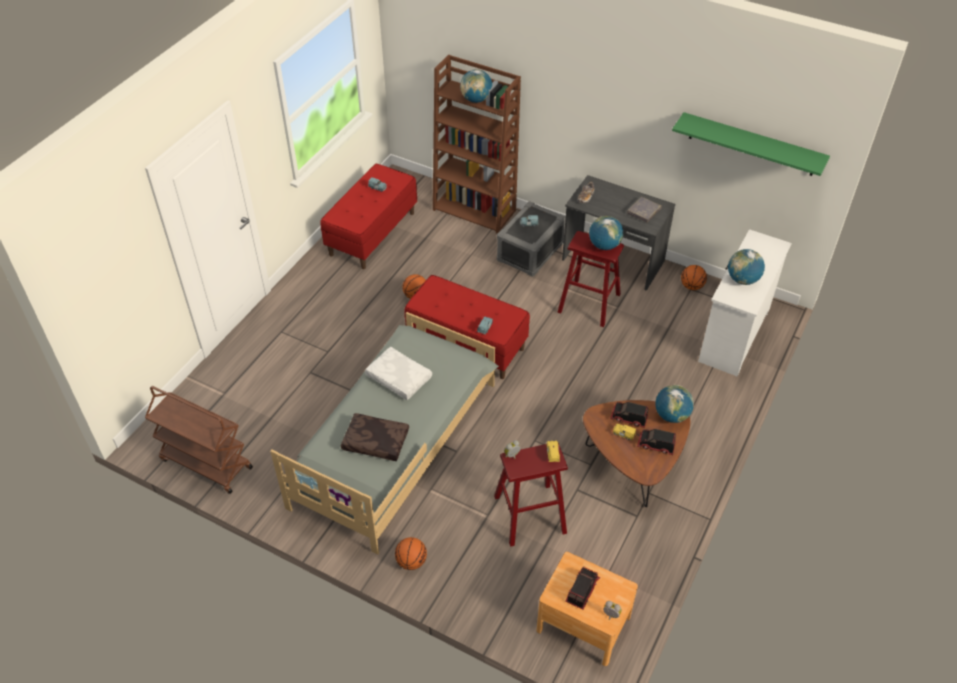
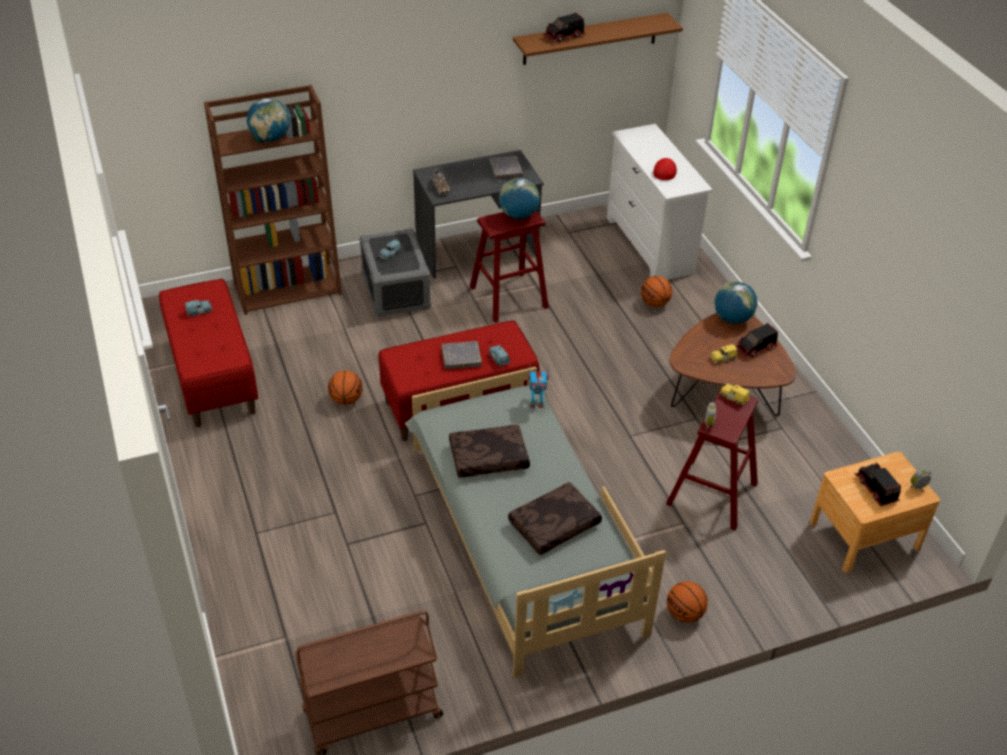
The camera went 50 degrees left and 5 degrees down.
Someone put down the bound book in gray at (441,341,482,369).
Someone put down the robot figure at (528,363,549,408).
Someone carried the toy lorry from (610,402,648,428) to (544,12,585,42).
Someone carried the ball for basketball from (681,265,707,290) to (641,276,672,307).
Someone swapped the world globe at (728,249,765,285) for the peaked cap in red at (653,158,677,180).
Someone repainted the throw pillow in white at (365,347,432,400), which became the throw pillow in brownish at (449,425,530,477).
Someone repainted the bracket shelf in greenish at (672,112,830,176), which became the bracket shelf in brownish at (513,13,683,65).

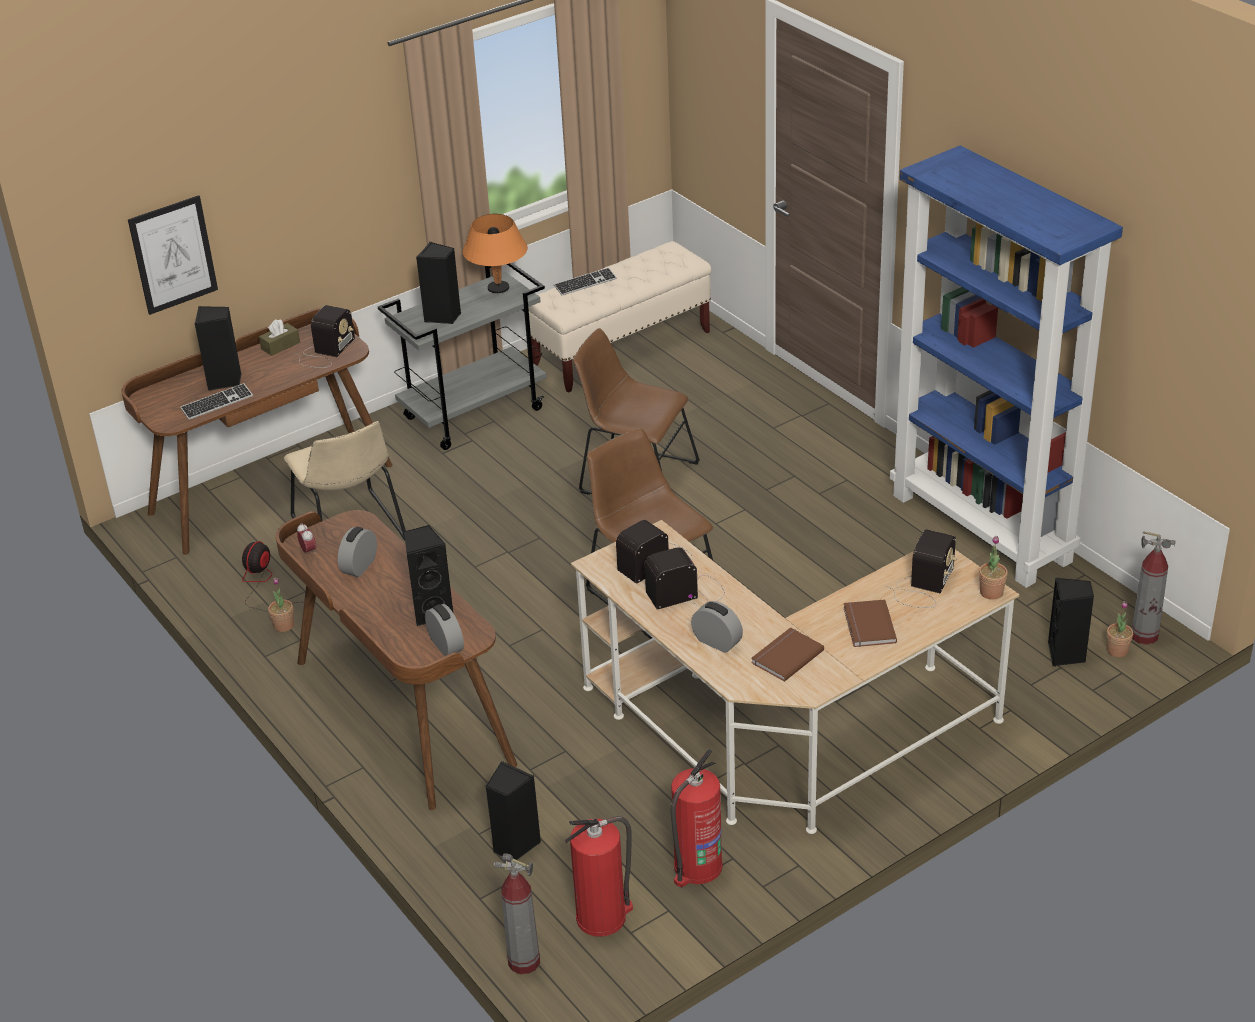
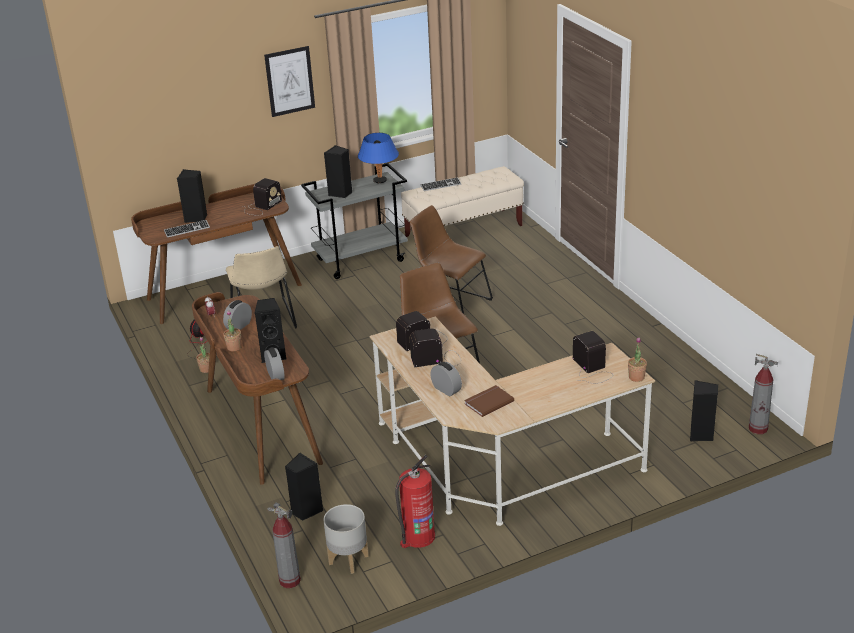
The camera went 10 degrees right and 5 degrees down.
Someone took away the tissue box in brownish at (259,319,300,356).
Someone took away the bound book in brownish at (843,600,897,647).
Someone took away the shelving unit in blue-coloured at (890,145,1123,588).
Someone carried the wall picture from (128,195,218,315) to (264,46,315,117).
Someone carried the houseplant from (1107,601,1133,657) to (223,310,242,351).
Someone swapped the extinguisher at (565,816,633,937) for the flower pot in gray at (323,504,369,574).
Someone repainted the table lamp in orange at (462,214,528,293), which became the table lamp in blue-coloured at (358,133,399,183).
Someone rotated the radio receiver at (886,529,957,608) by 60 degrees counterclockwise.

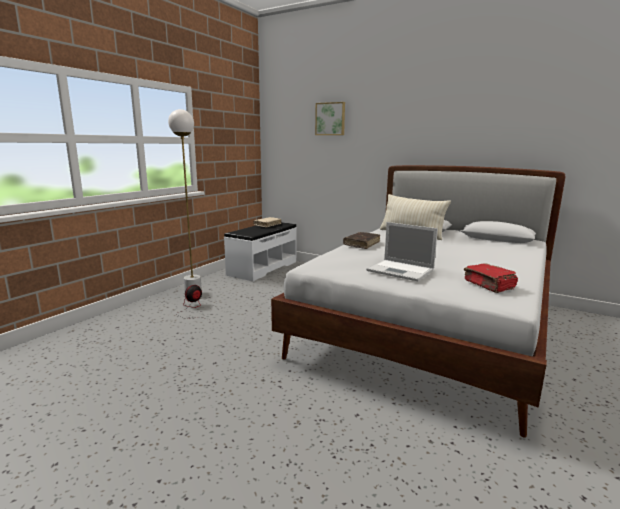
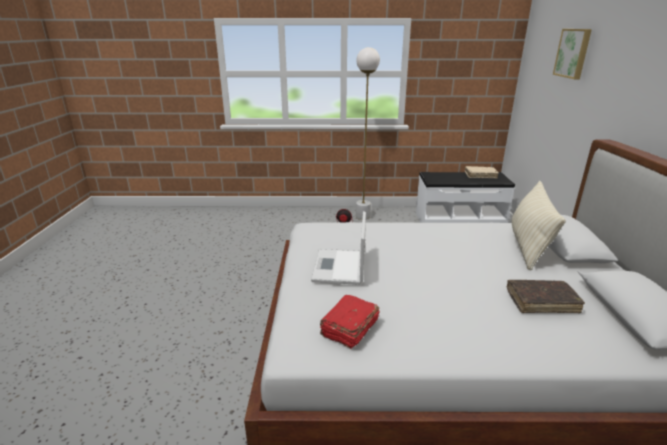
The camera went 60 degrees right and 10 degrees up.
Someone carried the bound book in brownish from (343,232,380,249) to (506,280,585,313).

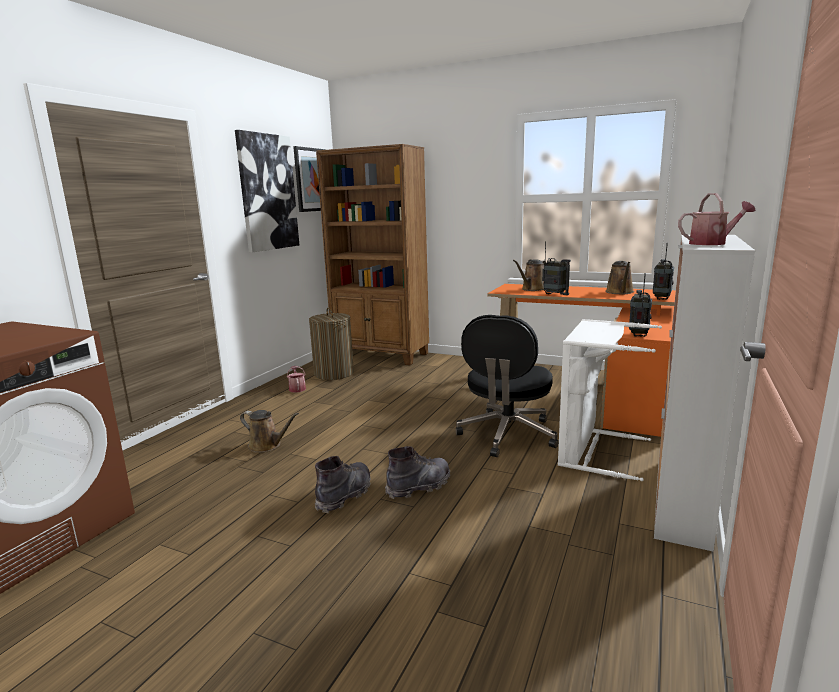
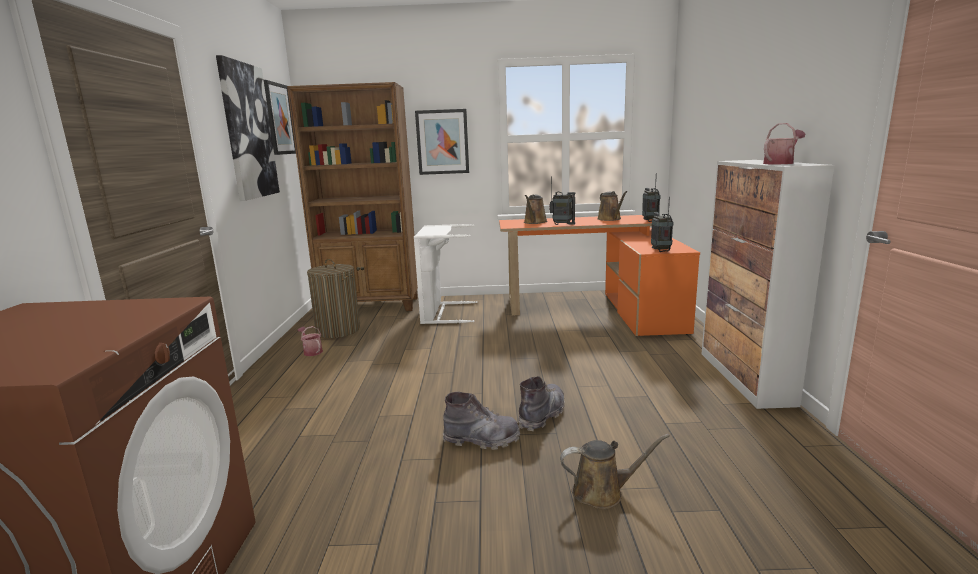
The camera went 25 degrees left and 0 degrees up.
Someone took away the office chair in black at (456,315,558,457).
Someone put up the wall picture at (415,109,469,175).
Someone carried the watering can in brownish from (240,410,299,453) to (560,434,670,509).
Someone carried the hamper in white from (558,319,662,481) to (414,224,478,324).
Someone rotated the high-top boot in gray at (315,456,371,513) by 90 degrees clockwise.

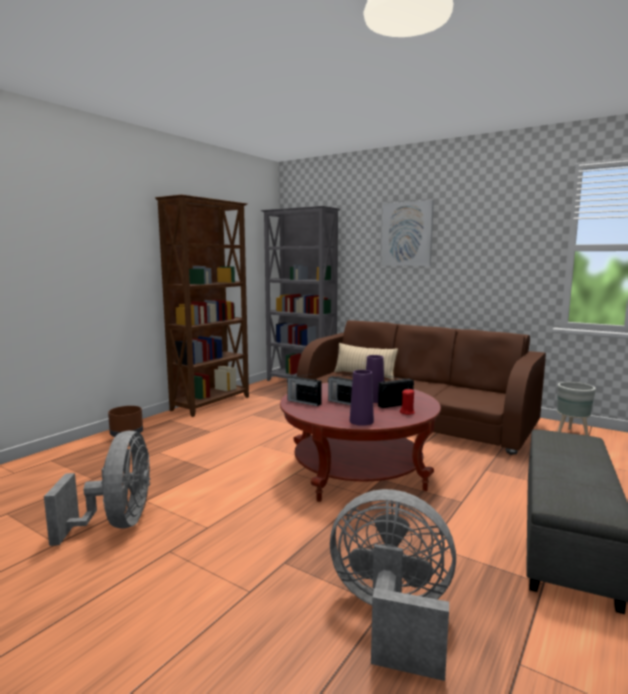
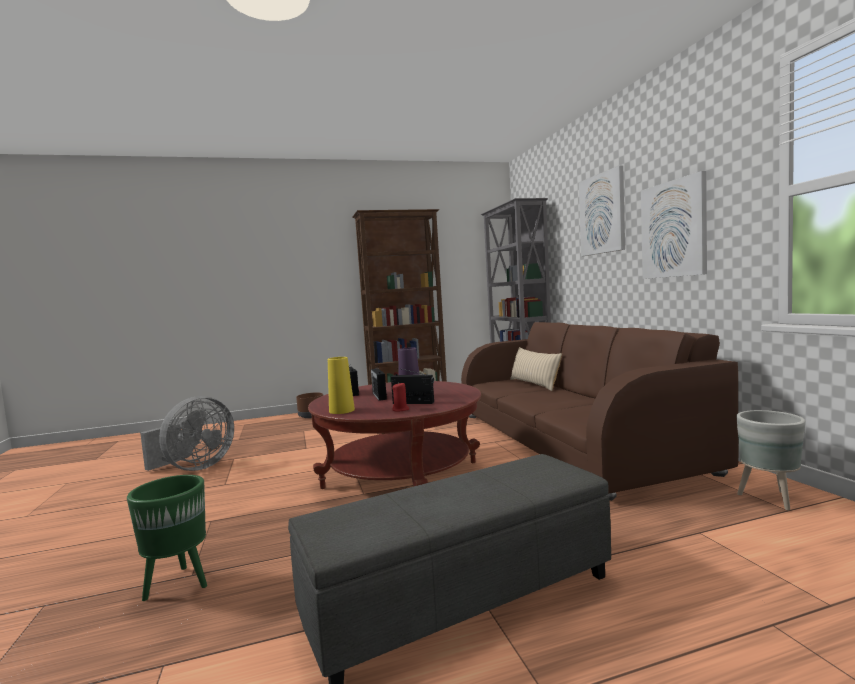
The camera went 40 degrees right and 5 degrees down.
Someone put up the wall picture at (641,171,707,279).
Someone swapped the fan in gray at (330,489,456,681) for the flower pot in greenish at (127,475,207,601).
Someone repainted the decorative vase in purple-coloured at (350,370,374,426), which became the decorative vase in yellow-coloured at (328,357,355,414).

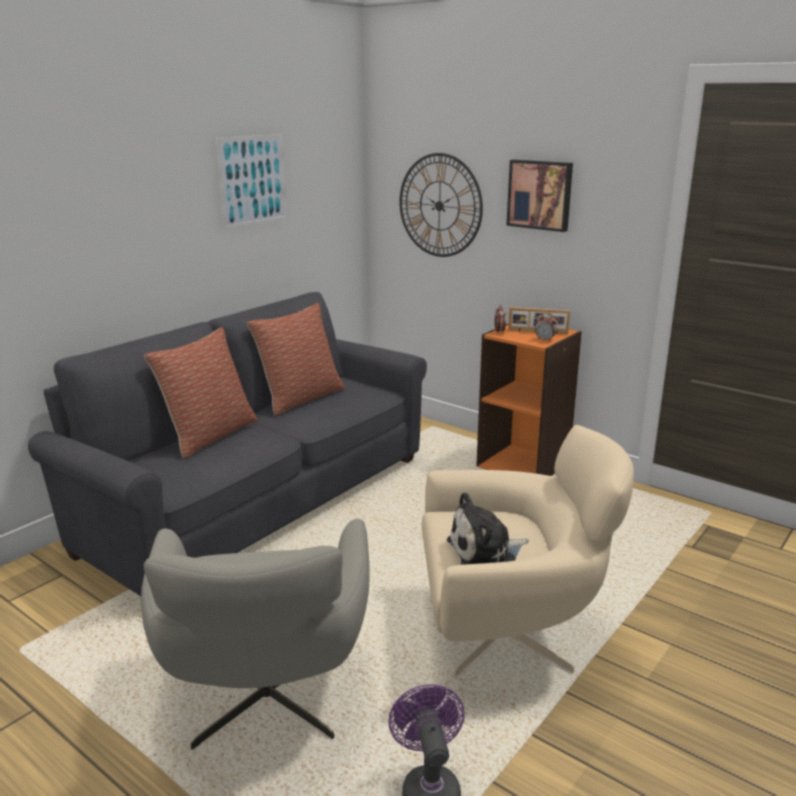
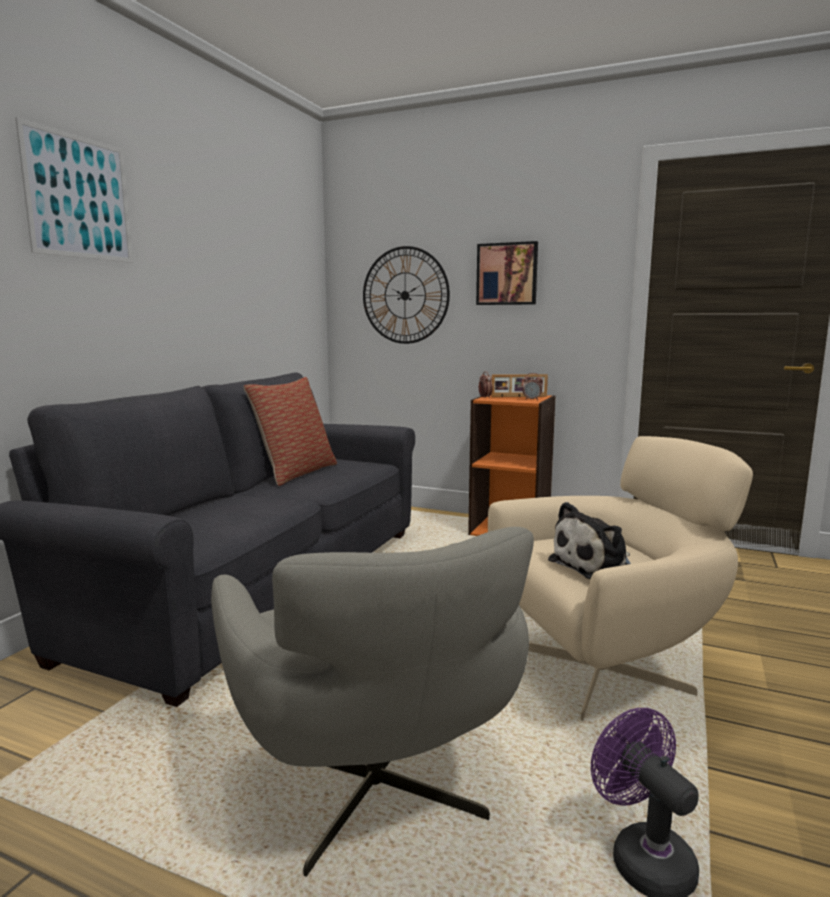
The camera went 15 degrees left and 10 degrees down.
Someone took away the throw pillow at (144,327,258,459).
Someone carried the wall picture from (216,134,287,229) to (15,117,133,263).

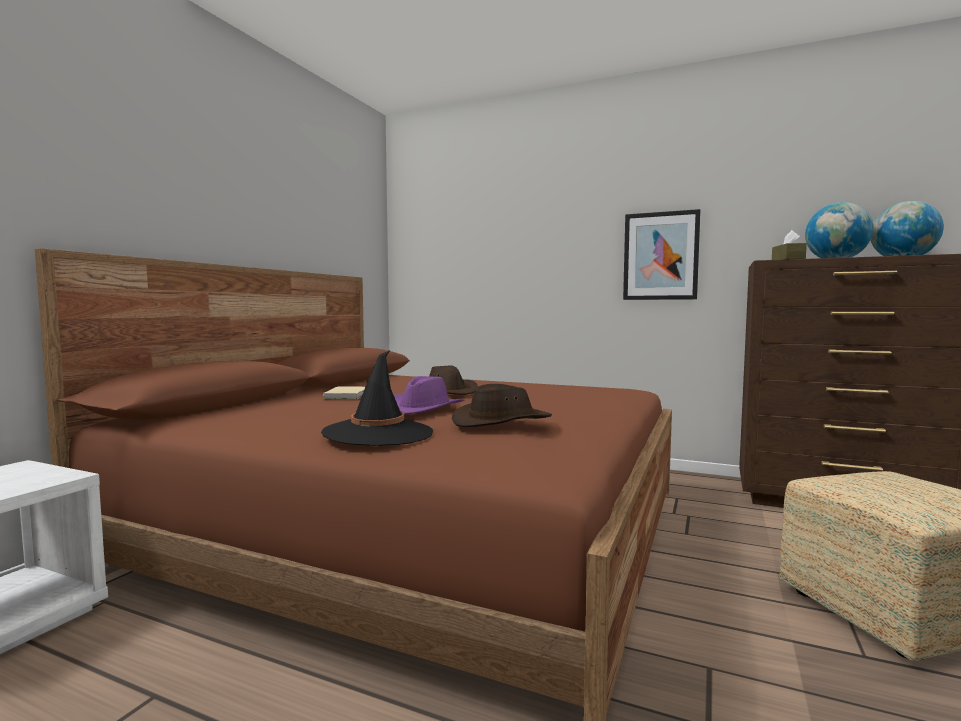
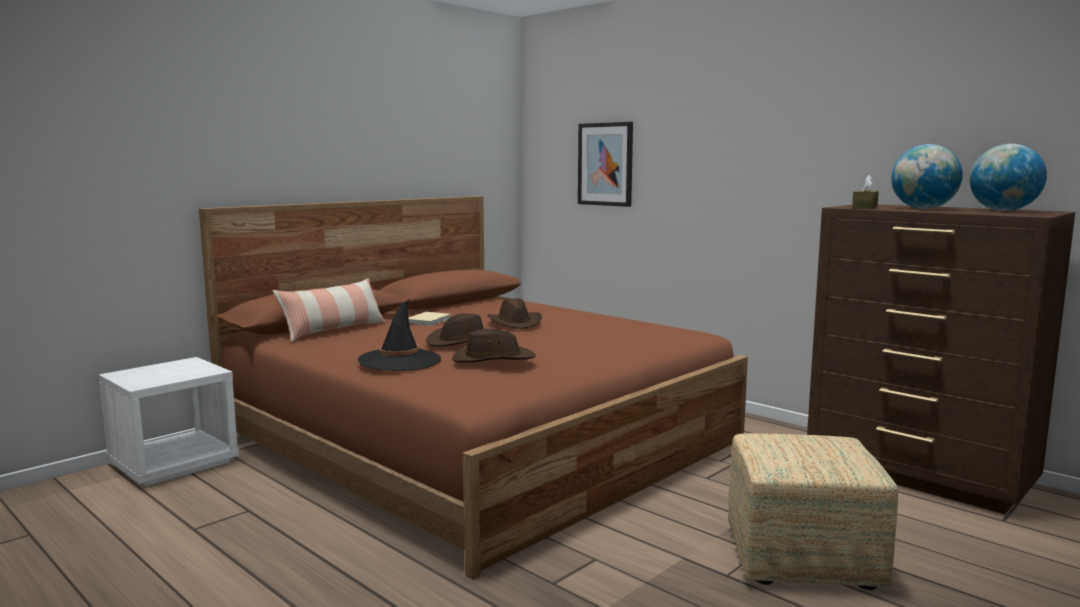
The camera went 20 degrees right and 5 degrees up.
Someone put down the throw pillow at (273,278,386,342).
Someone carried the wall picture from (623,209,700,300) to (578,122,633,207).
Someone repainted the clothing hat in purple-coloured at (394,376,464,415), which became the clothing hat in brownish at (426,313,483,346).

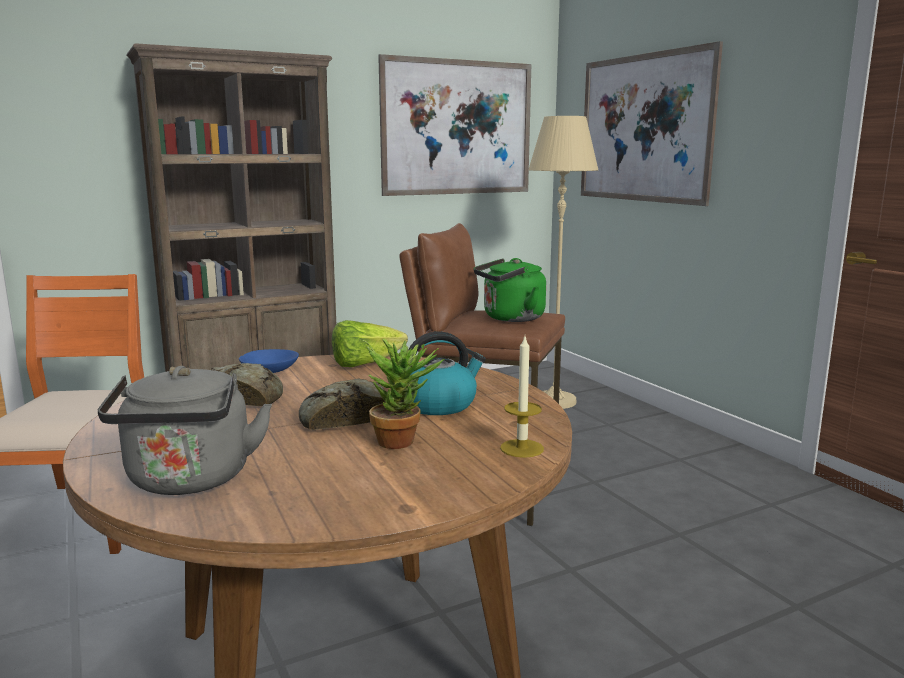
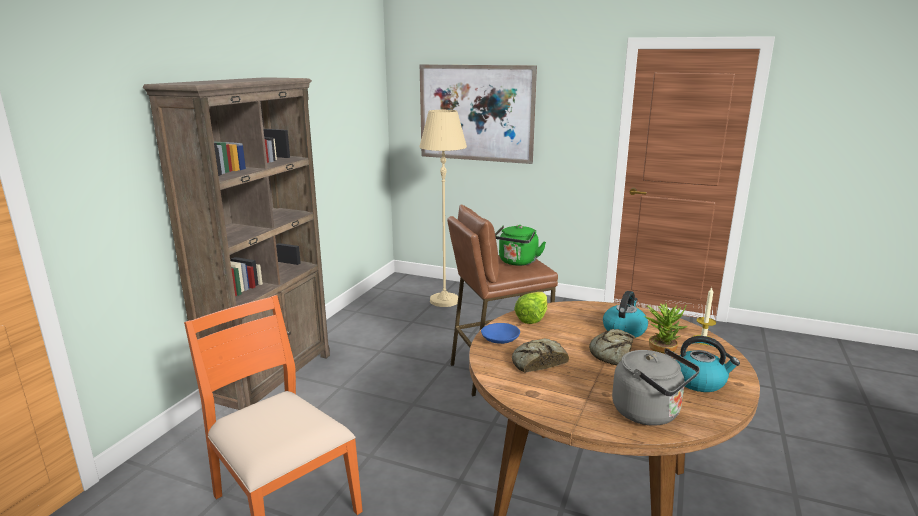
The camera went 40 degrees left and 5 degrees up.
Someone took away the wall picture at (378,54,531,196).
Someone put down the kettle at (675,336,740,392).

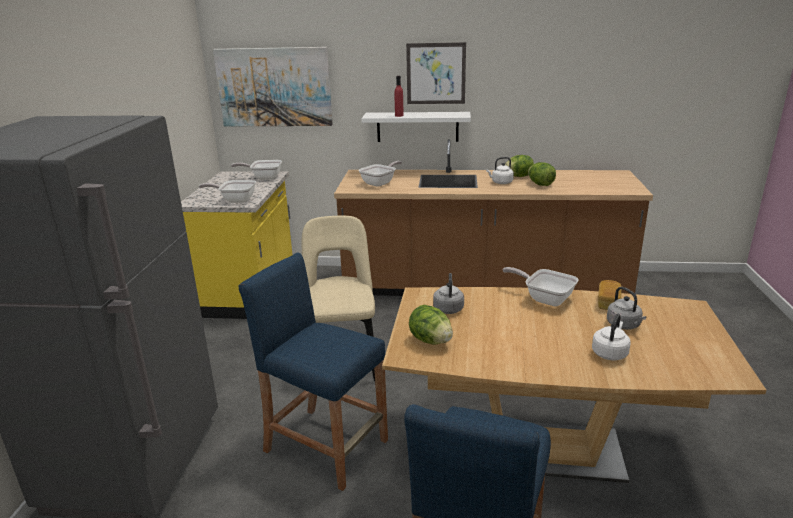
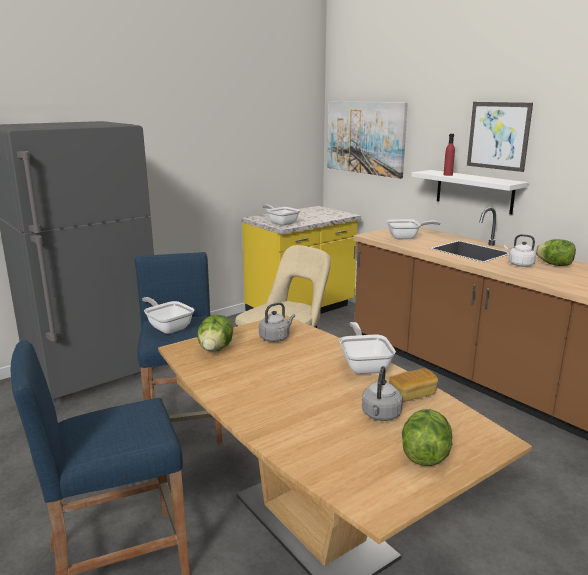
The camera went 45 degrees right and 5 degrees down.
Someone took away the kettle in white at (592,314,631,360).
Someone carried the pan from (231,160,282,180) to (142,297,194,334).
Someone carried the lettuce from (528,162,556,186) to (402,409,452,466).

